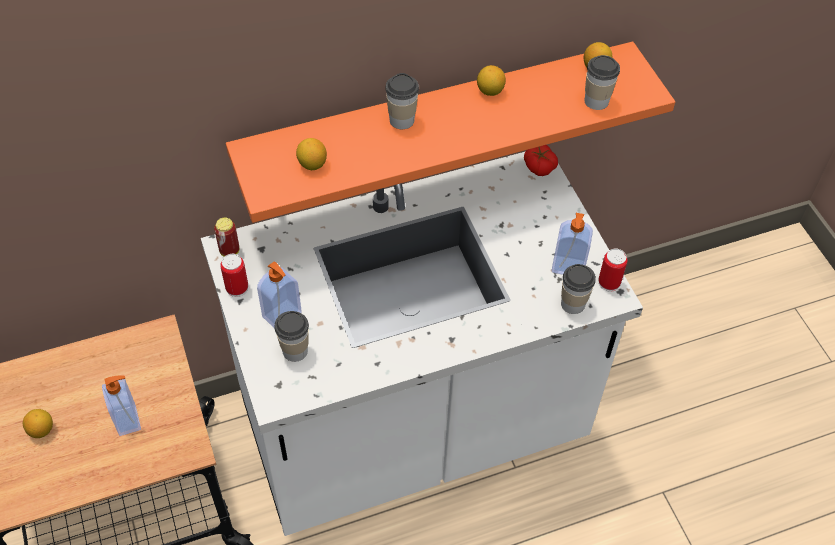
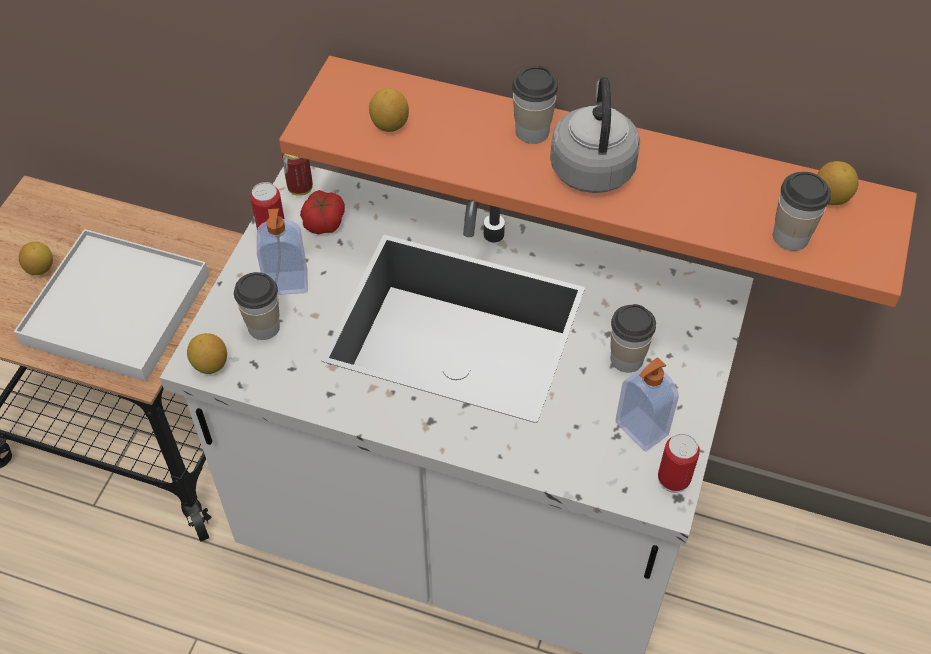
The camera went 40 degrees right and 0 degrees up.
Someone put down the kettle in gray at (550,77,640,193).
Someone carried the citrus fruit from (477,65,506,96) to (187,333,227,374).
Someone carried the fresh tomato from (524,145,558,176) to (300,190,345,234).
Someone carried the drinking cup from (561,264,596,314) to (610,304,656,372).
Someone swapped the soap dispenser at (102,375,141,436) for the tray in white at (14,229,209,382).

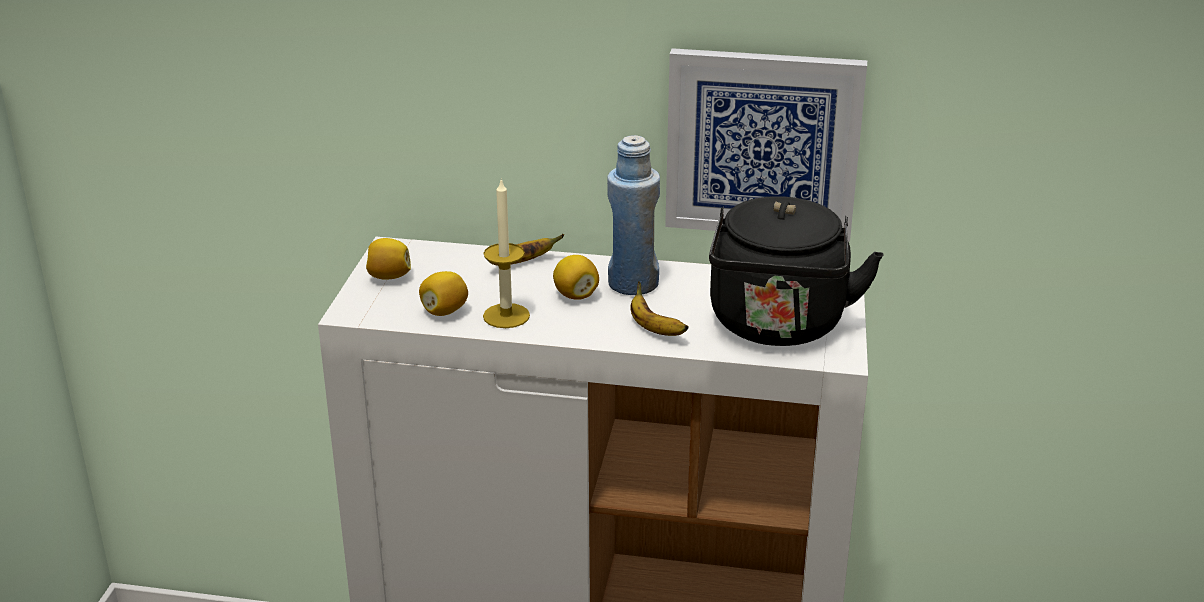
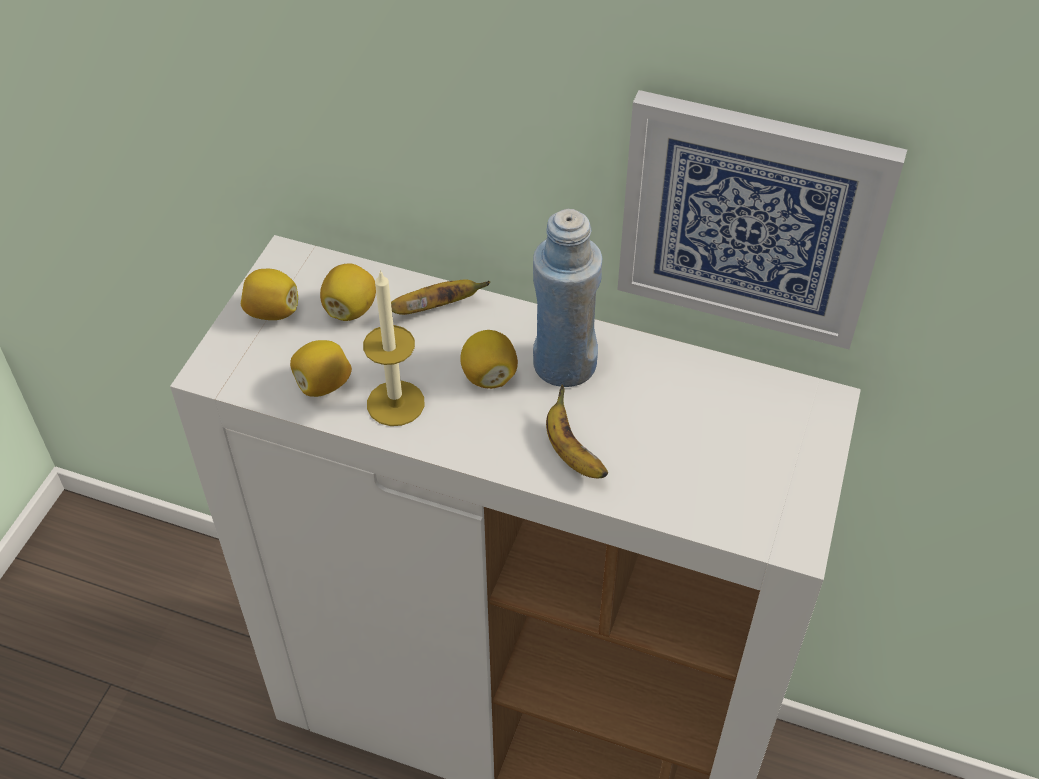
The camera went 10 degrees right and 20 degrees up.
Someone took away the kettle in black at (709,196,883,346).
Someone put down the citrus fruit at (320,264,376,321).

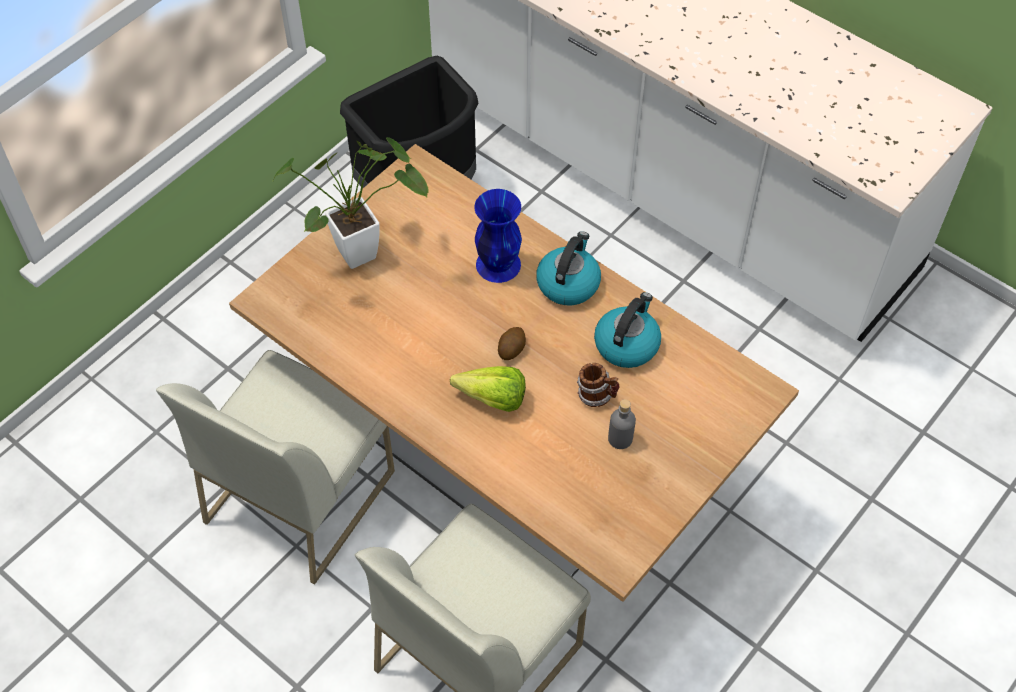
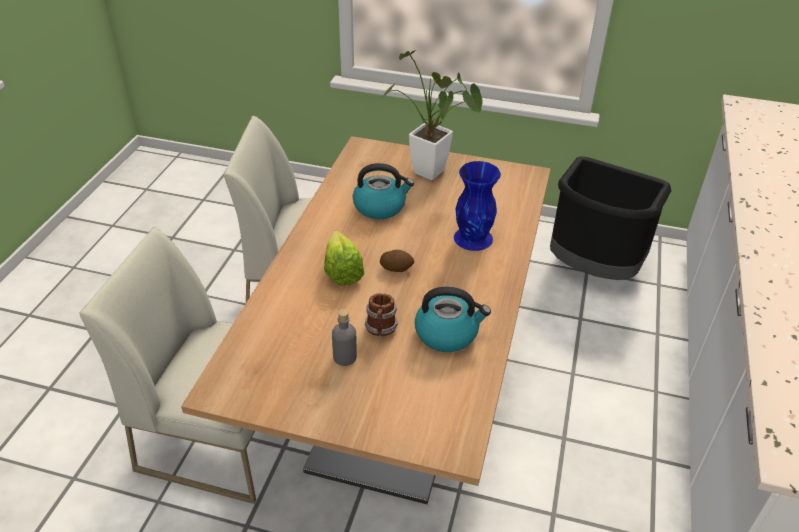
The camera went 65 degrees right and 15 degrees down.
Someone carried the kettle from (536,231,601,305) to (353,163,414,219).

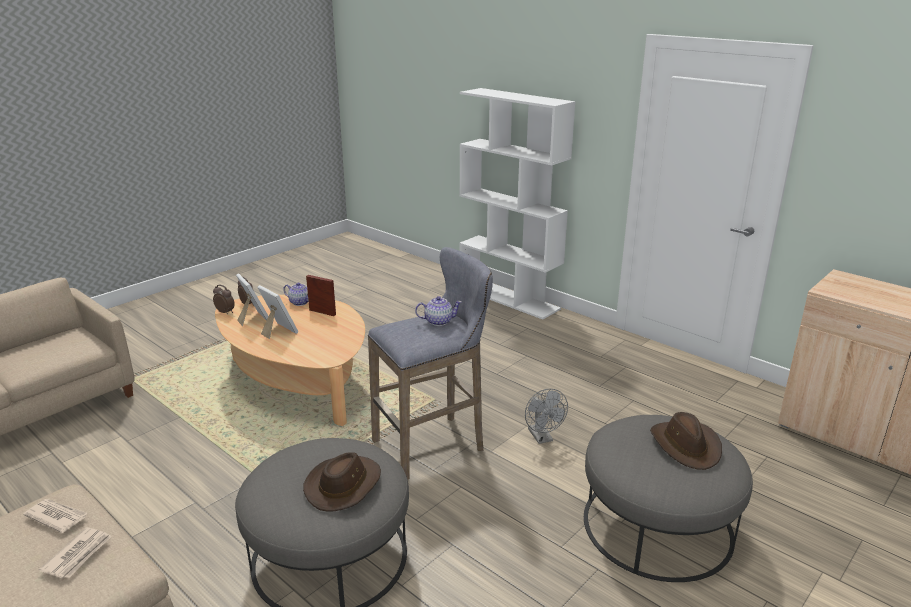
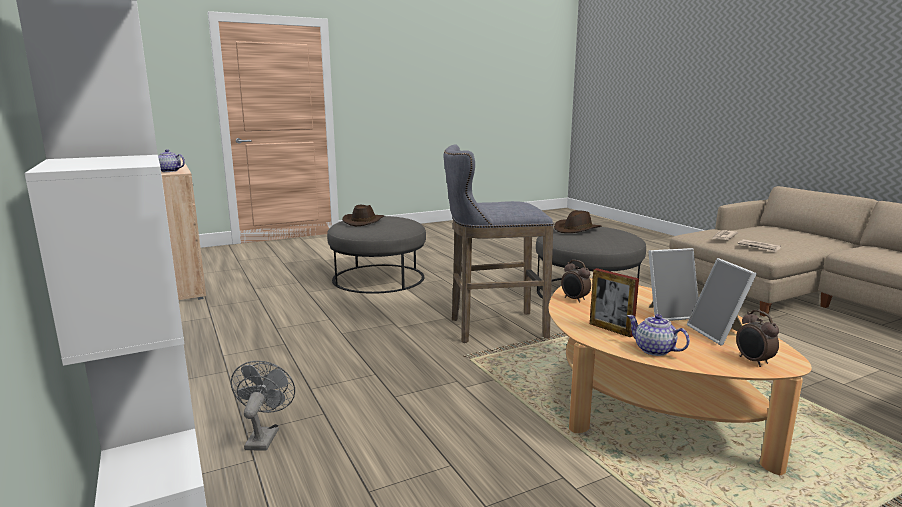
The camera went 160 degrees left and 10 degrees down.
Someone carried the table clock from (213,285,235,315) to (561,260,591,303).
Someone carried the tea pot from (415,296,462,326) to (158,149,185,172).
Someone carried the fan in gray from (525,389,568,444) to (231,361,295,451).
Someone rotated the picture frame at (257,285,298,339) by 75 degrees counterclockwise.

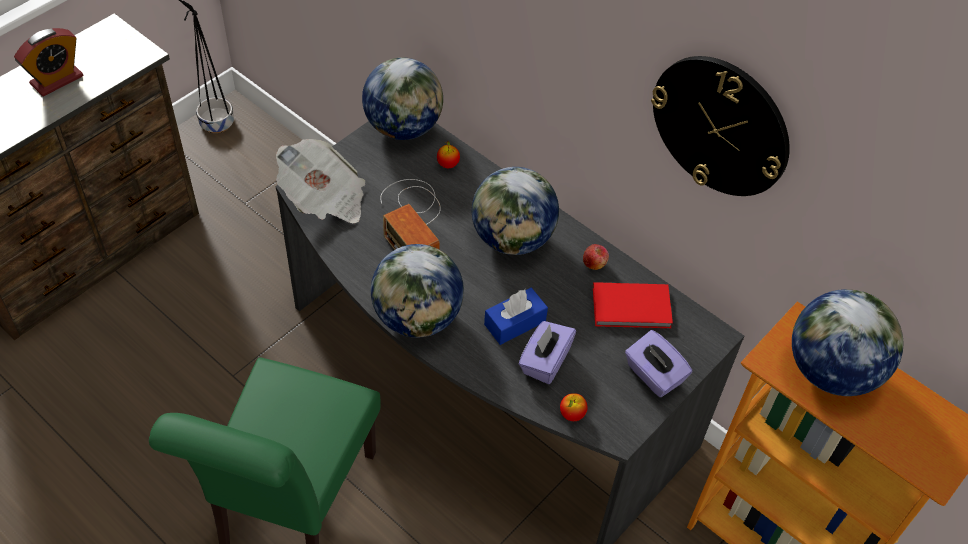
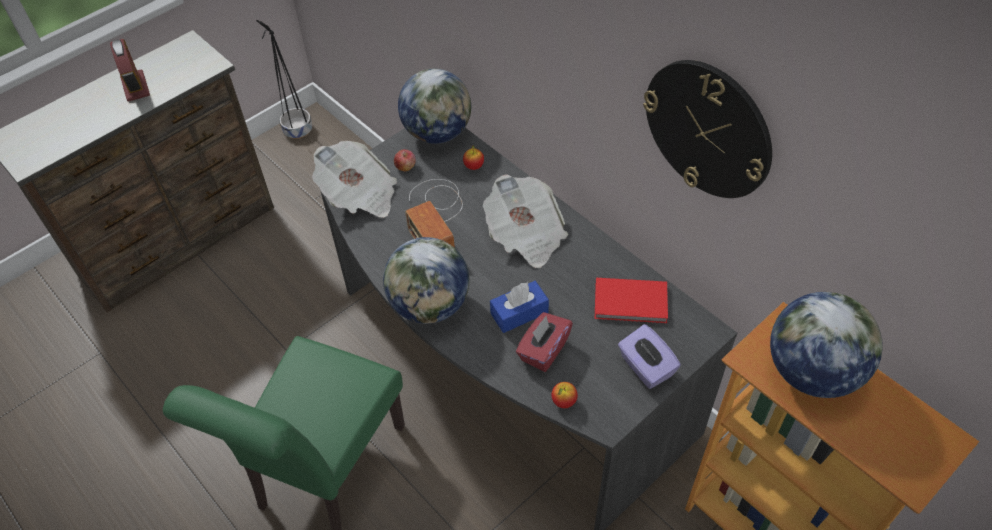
The camera went 10 degrees right and 0 degrees up.
Someone carried the apple from (583,244,609,270) to (394,149,416,171).
Someone swapped the world globe at (472,167,559,255) for the newspaper at (483,174,568,268).
Someone repainted the tissue box in purple-coloured at (519,321,576,384), which became the tissue box in red at (516,312,573,372).
Someone rotated the table clock at (14,28,83,97) by 75 degrees counterclockwise.

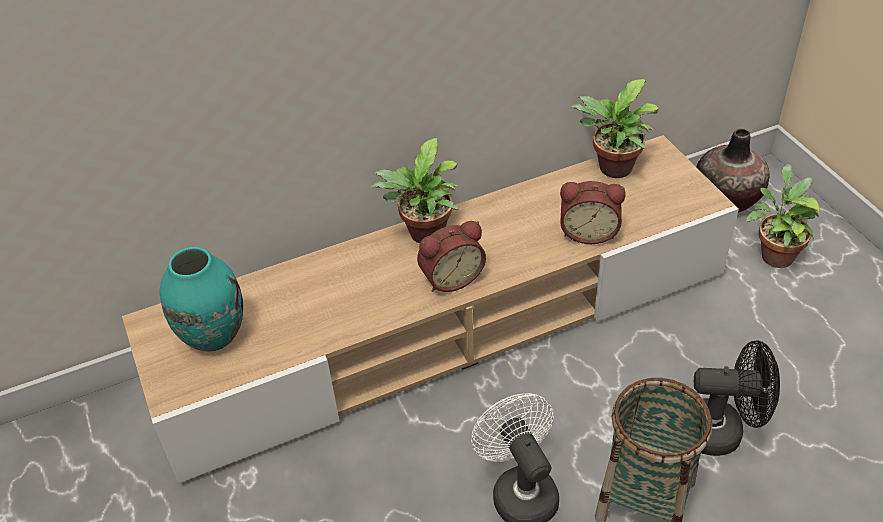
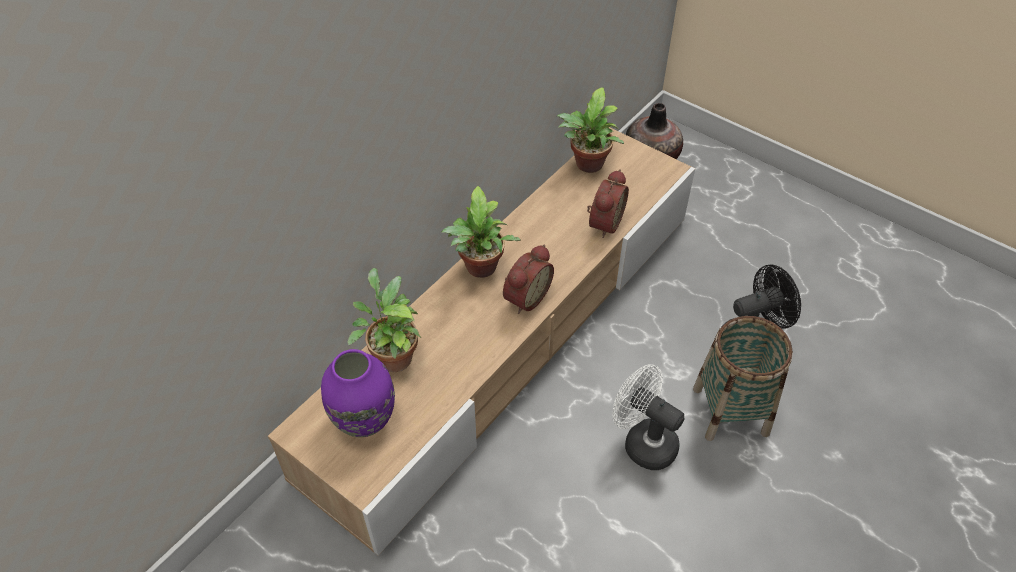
The camera went 30 degrees left and 5 degrees up.
Someone carried the houseplant from (746,164,820,268) to (347,268,421,372).
Someone repainted the decorative vase in turquoise-coloured at (160,247,243,351), which became the decorative vase in purple-coloured at (321,349,395,437).
Someone rotated the table clock at (560,181,626,244) by 45 degrees counterclockwise.

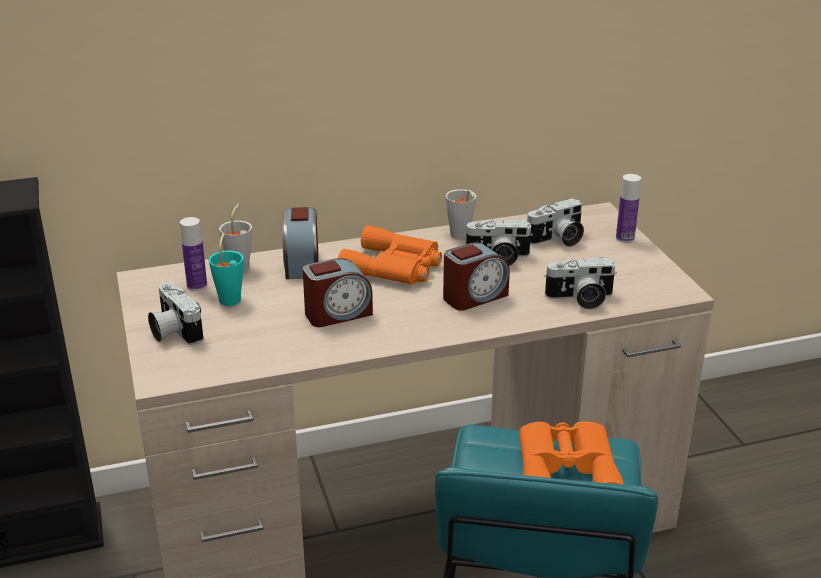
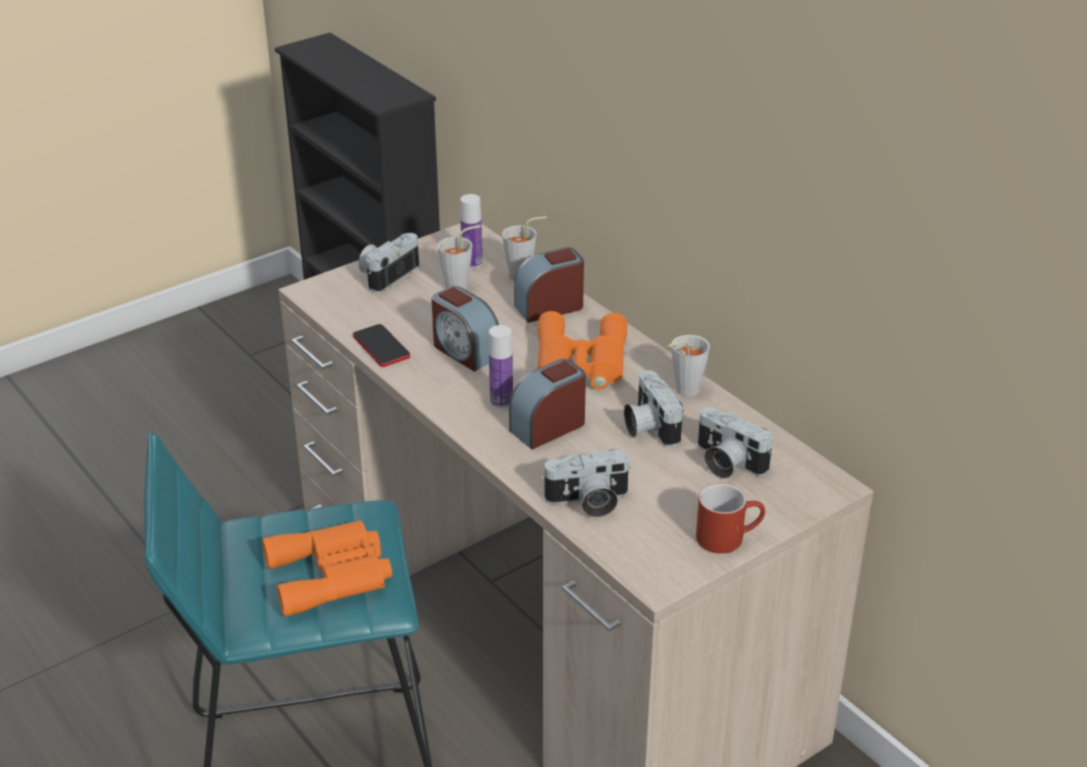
The camera went 70 degrees right and 5 degrees up.
Someone put down the telephone at (353,324,410,367).
Someone put down the mug in red at (696,484,765,554).
Someone carried the bottle from (616,174,641,243) to (489,325,513,408).
Someone repainted the drinking cup in turquoise-coloured at (209,233,244,306), which became the drinking cup in gray at (437,225,481,290).
Someone rotated the table clock at (443,242,510,311) by 105 degrees clockwise.
Someone rotated the photo camera at (544,257,617,309) by 75 degrees counterclockwise.

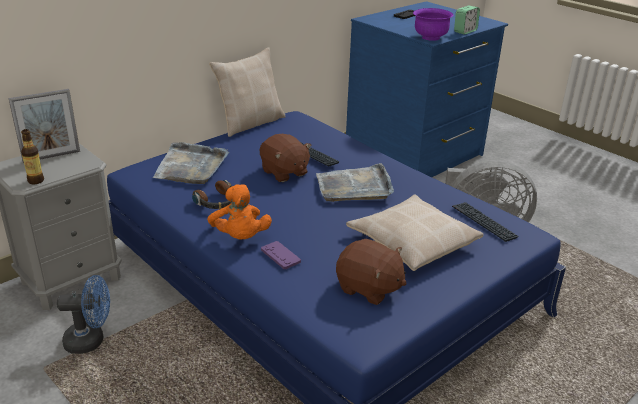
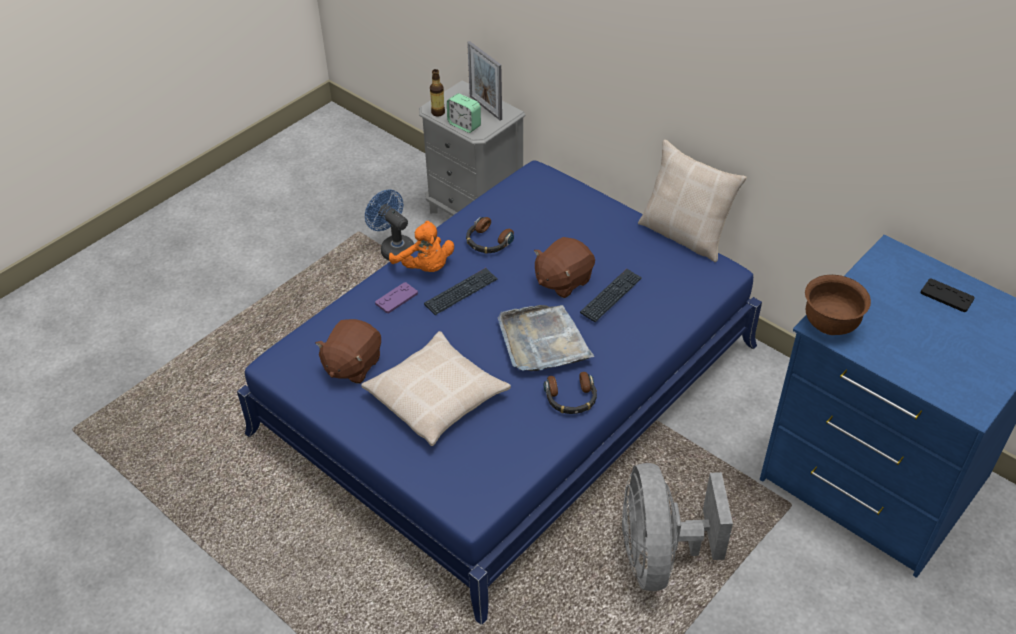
The camera went 85 degrees right and 15 degrees up.
Someone took away the tray in gray at (153,142,229,184).
Someone put down the headset at (544,372,597,414).
Someone carried the PC keyboard from (452,202,518,242) to (424,268,497,315).
Someone carried the table clock from (454,6,480,35) to (447,93,481,133).
Someone repainted the deep dish in purple-coloured at (413,8,453,41), which became the deep dish in brownish at (805,275,871,335).
Someone rotated the fan in blue-coloured at (57,275,110,354) by 150 degrees clockwise.
Someone rotated the plush toy in orange at (207,184,272,239) by 105 degrees counterclockwise.

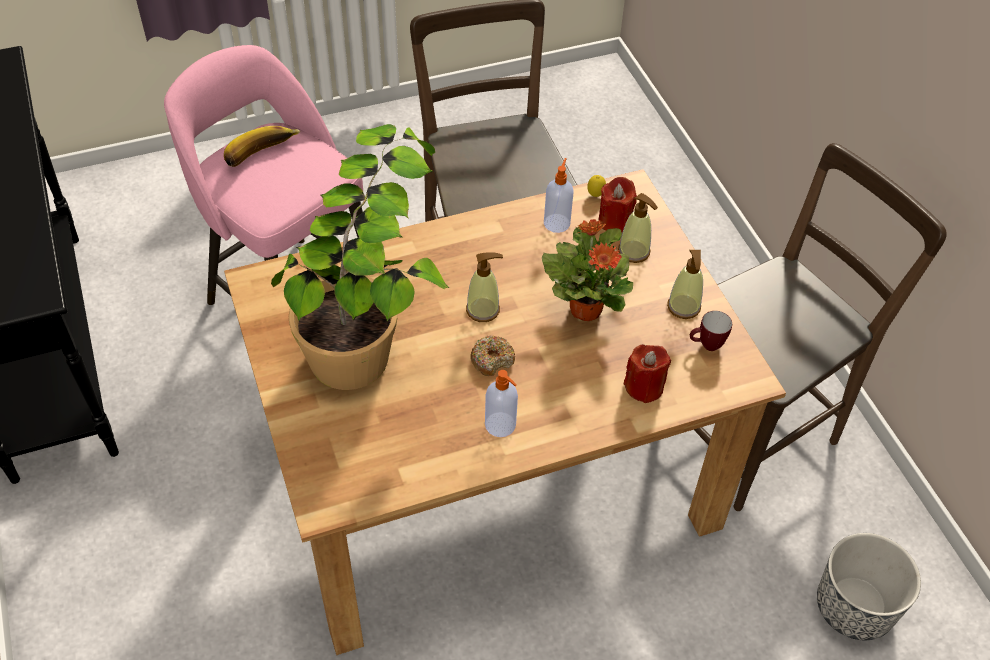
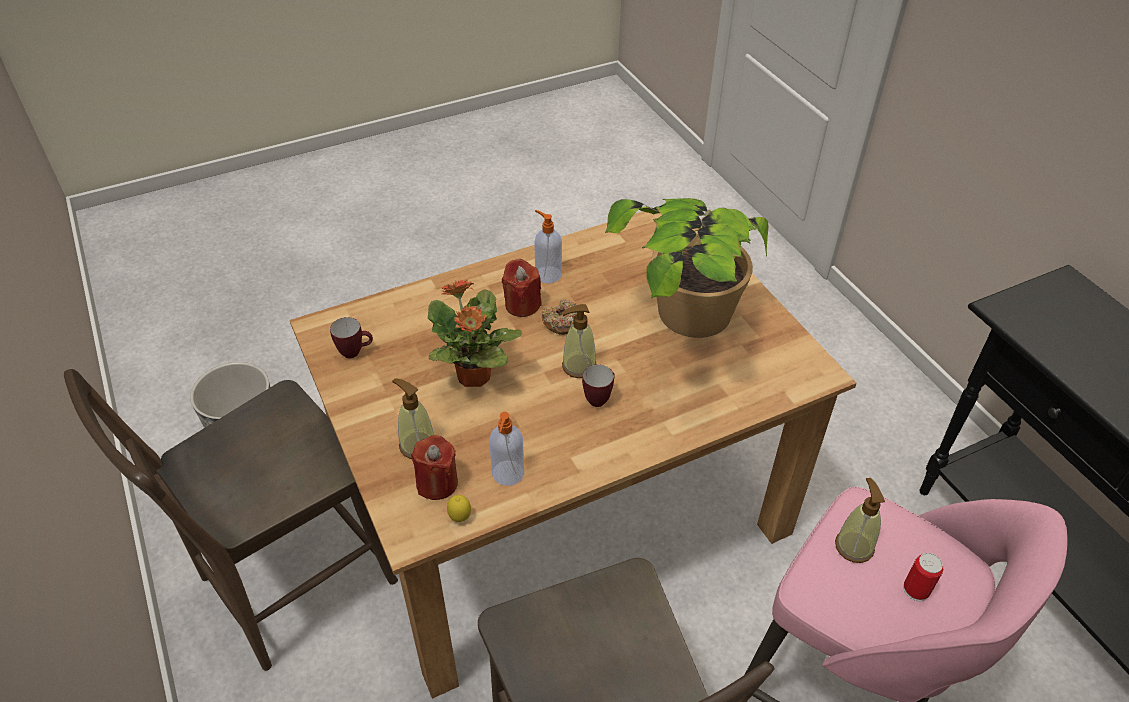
The camera went 175 degrees right and 5 degrees down.
Someone put down the mug at (582,364,615,407).
Someone carried the wax light in red from (624,345,671,403) to (502,259,542,317).
Someone carried the soap dispenser from (667,250,703,319) to (835,478,885,563).
Someone swapped the banana at (224,126,300,167) for the metal can at (904,553,943,601).

